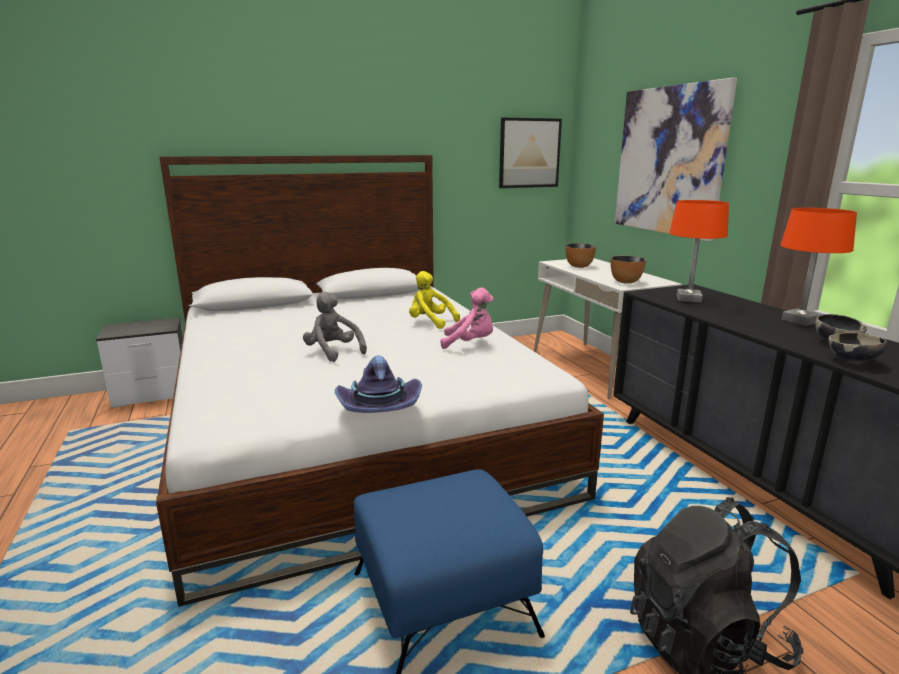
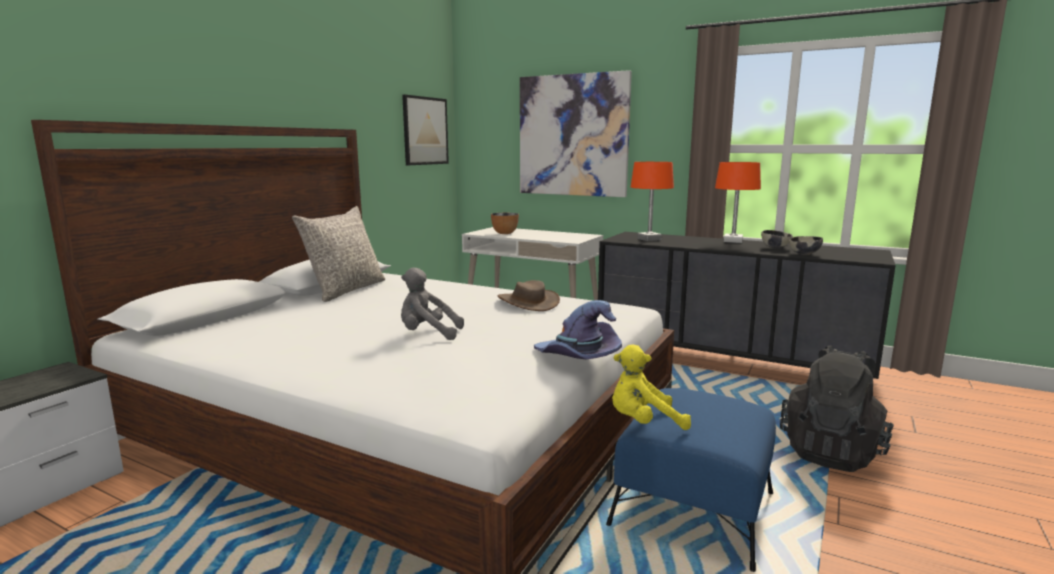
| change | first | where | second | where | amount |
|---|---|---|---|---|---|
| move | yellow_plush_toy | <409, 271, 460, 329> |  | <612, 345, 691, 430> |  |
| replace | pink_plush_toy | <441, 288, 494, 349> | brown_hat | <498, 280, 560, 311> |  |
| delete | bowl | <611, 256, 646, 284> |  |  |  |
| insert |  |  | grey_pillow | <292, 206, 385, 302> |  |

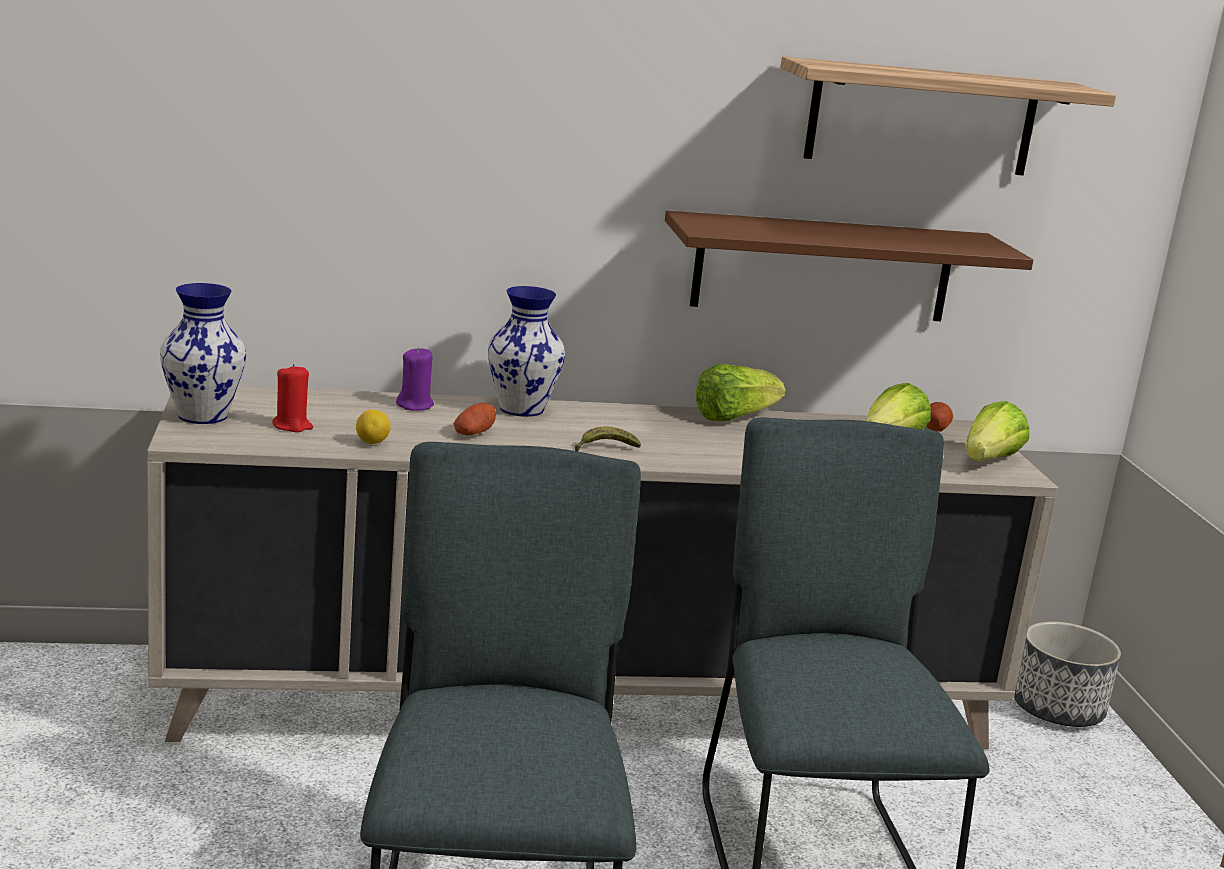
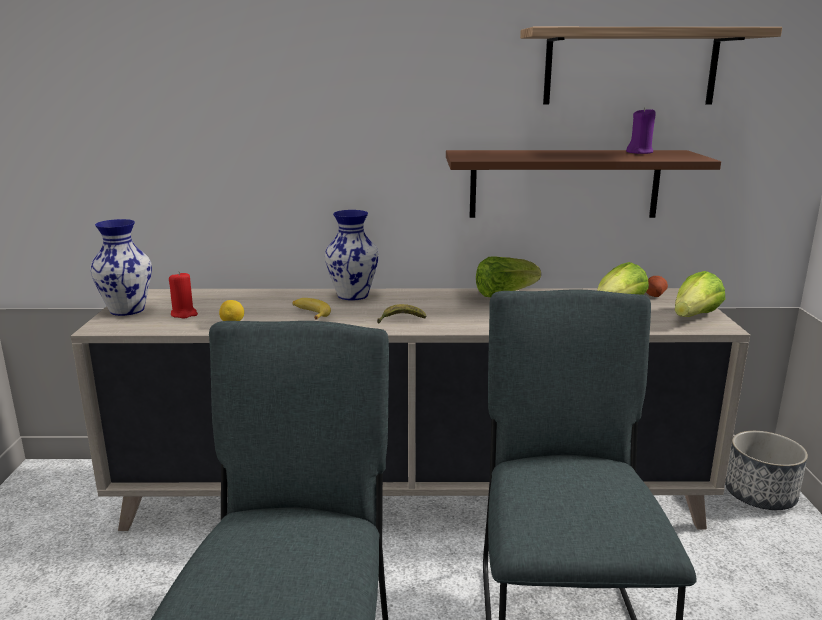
| change | first | where | second | where | amount |
|---|---|---|---|---|---|
| move | purple_candle | <396, 347, 434, 410> |  | <626, 108, 656, 154> |  |
| replace | potato | <454, 403, 496, 435> | banana | <292, 298, 331, 320> |  |

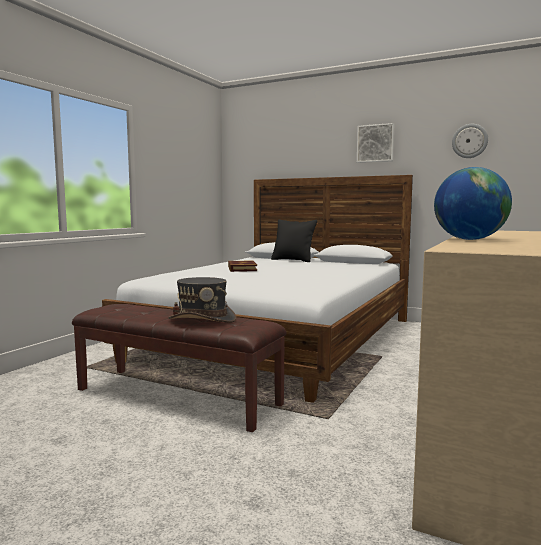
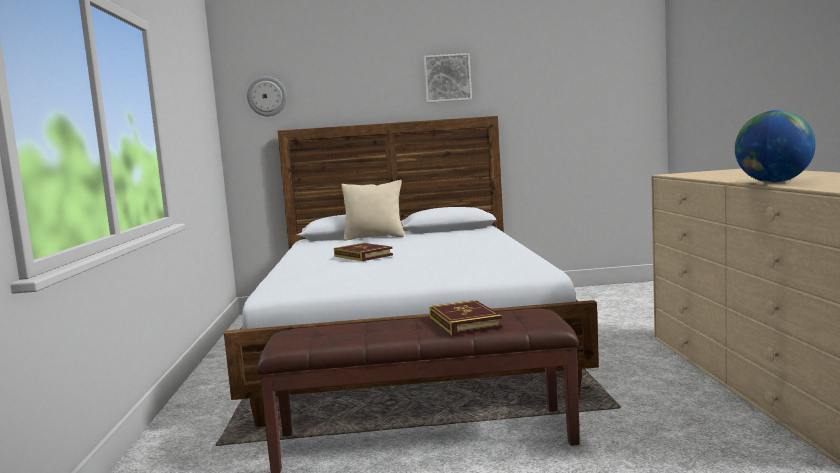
| change | first | where | second | where | amount |
|---|---|---|---|---|---|
| replace | grey_hat | <169, 277, 236, 323> | book | <429, 300, 503, 336> |  |
| recolor | black_pillow | <271, 219, 317, 262> | beige_pillow | <341, 180, 404, 241> |  |
| move | wall_clock | <452, 124, 488, 158> |  | <247, 76, 287, 116> |  |

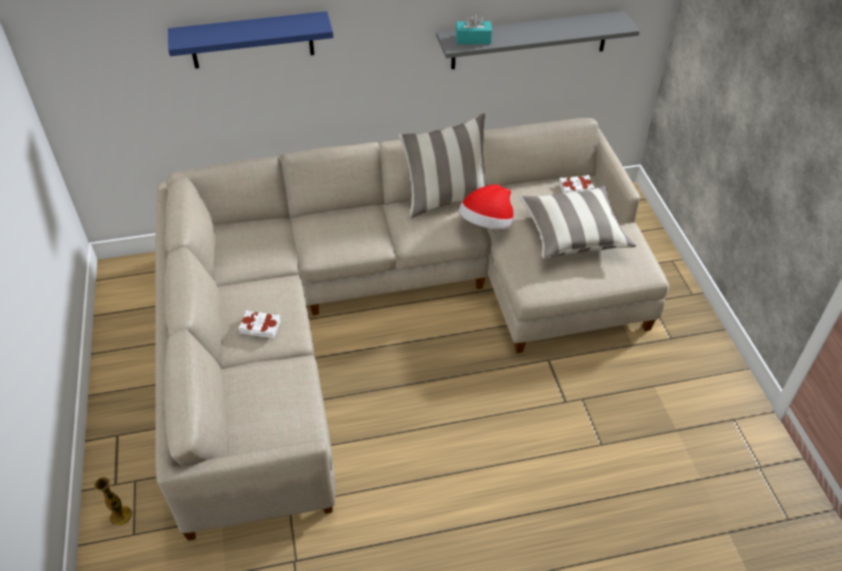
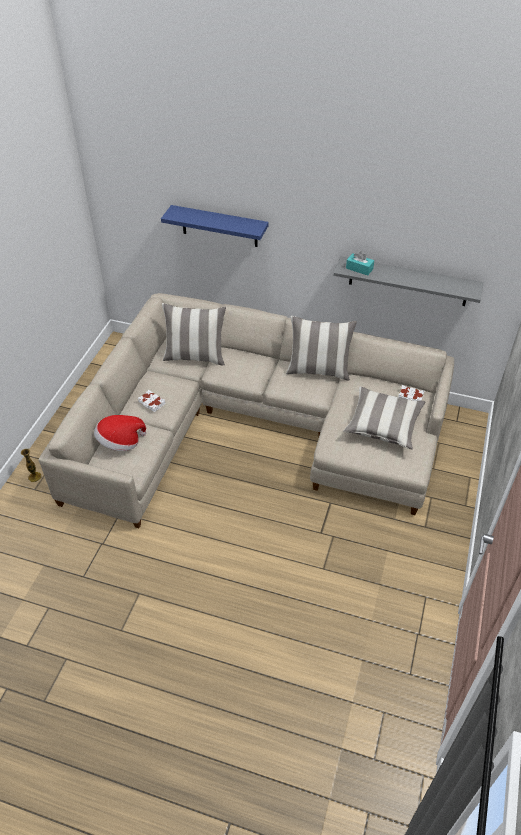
| change | first | where | second | where | amount |
|---|---|---|---|---|---|
| move | hat | <458, 184, 514, 229> |  | <94, 415, 146, 451> |  |
| insert |  |  | pillow | <162, 303, 226, 365> |  |

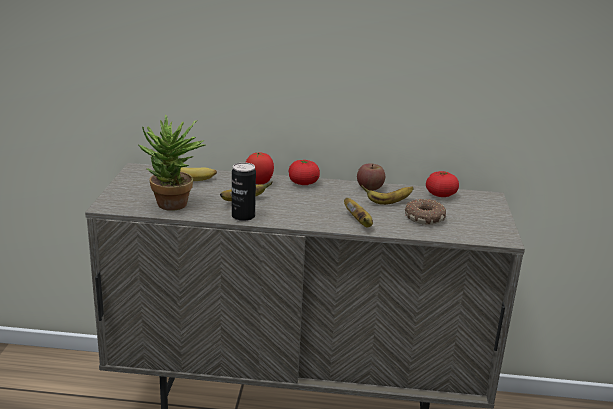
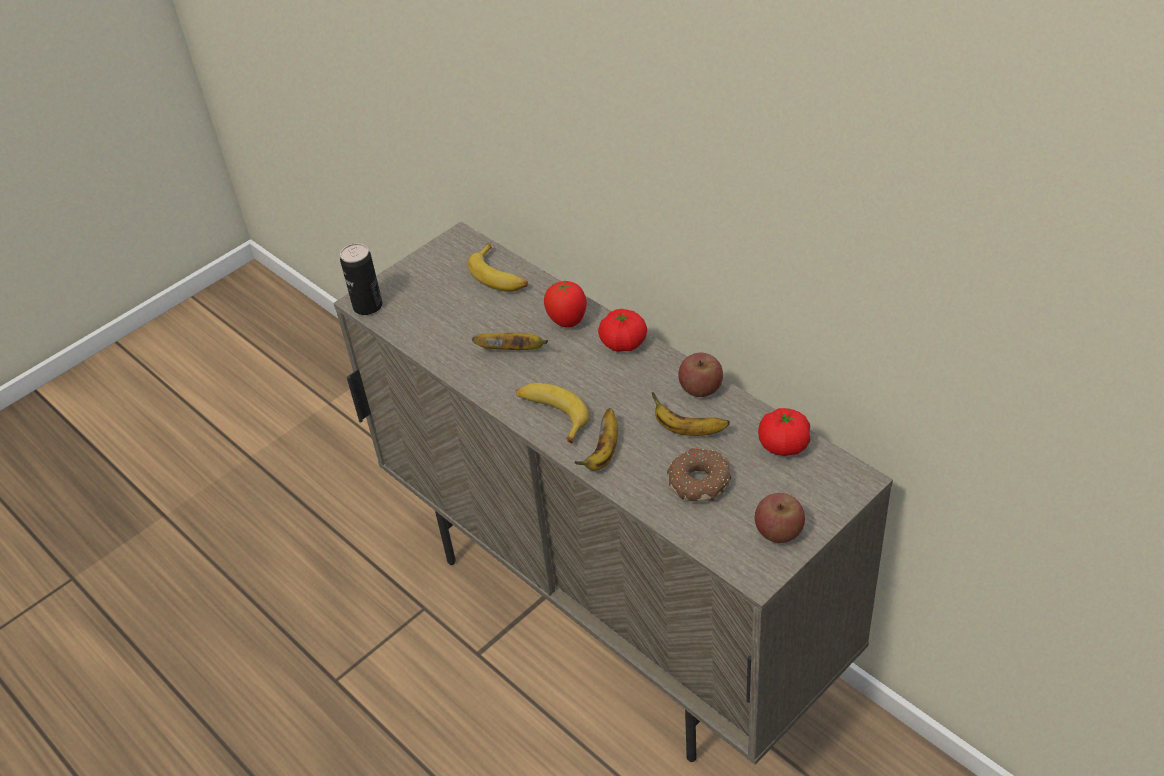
| change | first | where | second | where | amount |
|---|---|---|---|---|---|
| delete | potted_plant | <139, 115, 205, 211> |  |  |  |
| move | can | <232, 162, 256, 221> |  | <340, 243, 383, 315> |  |
| insert |  |  | banana | <516, 383, 589, 443> |  |
| insert |  |  | apple | <755, 493, 805, 543> |  |

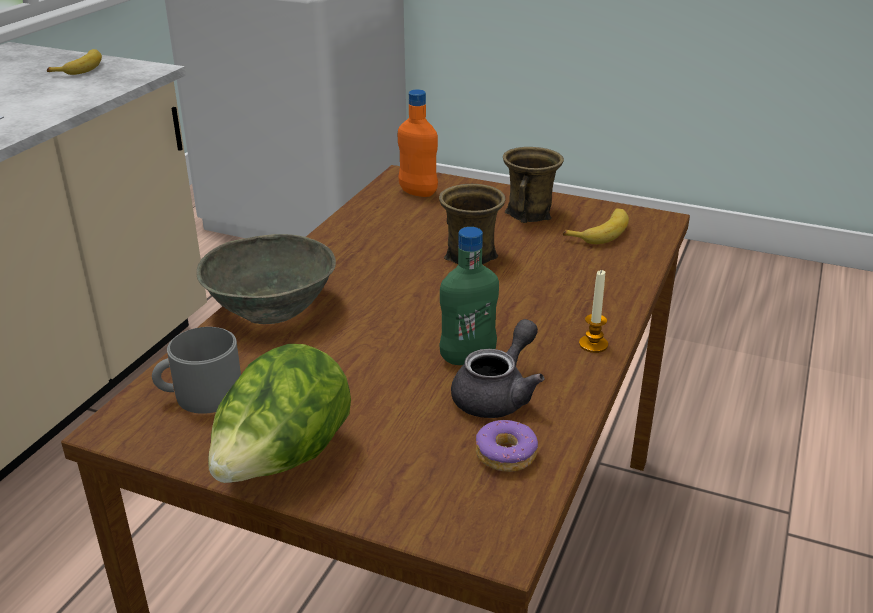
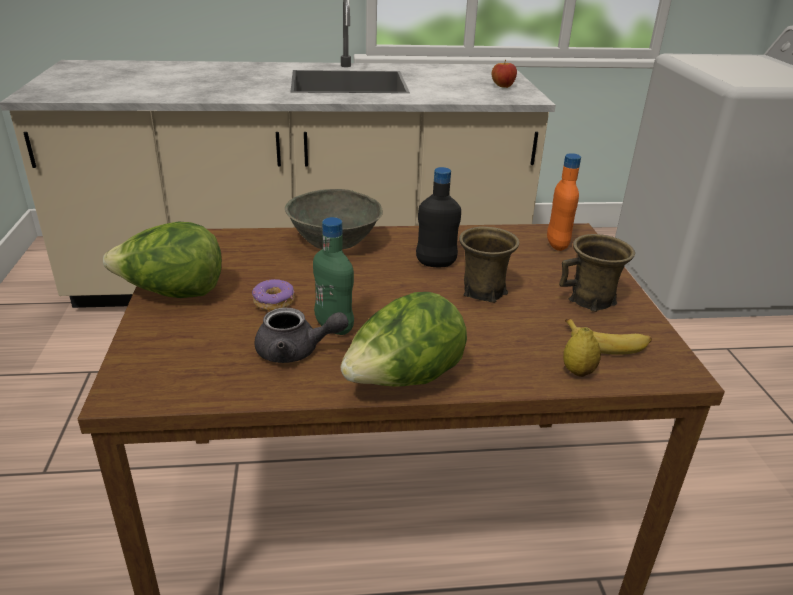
| change | first | where | second | where | amount |
|---|---|---|---|---|---|
| replace | banana | <47, 49, 102, 75> | apple | <492, 60, 517, 88> |  |
| delete | grey_mug | <152, 327, 241, 414> |  |  |  |
| move | donut | <476, 420, 538, 472> |  | <252, 279, 295, 311> |  |
| replace | candle | <579, 269, 608, 353> | lettuce | <340, 292, 467, 387> |  |
| insert |  |  | black_bottle | <416, 167, 461, 267> |  |
| insert |  |  | lemon | <563, 327, 601, 377> |  |

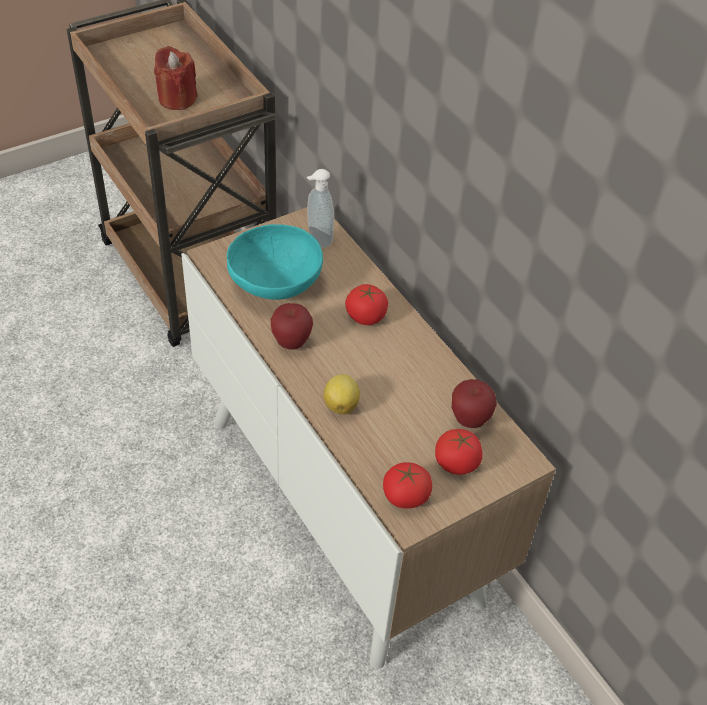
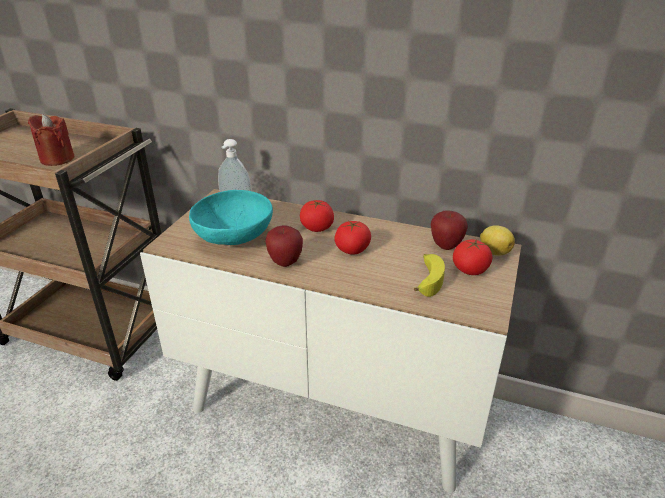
| change | first | where | second | where | amount |
|---|---|---|---|---|---|
| move | lemon | <324, 374, 360, 414> |  | <480, 225, 515, 256> |  |
| move | tomato | <383, 462, 432, 509> |  | <334, 221, 371, 254> |  |
| insert |  |  | banana | <414, 254, 445, 297> |  |

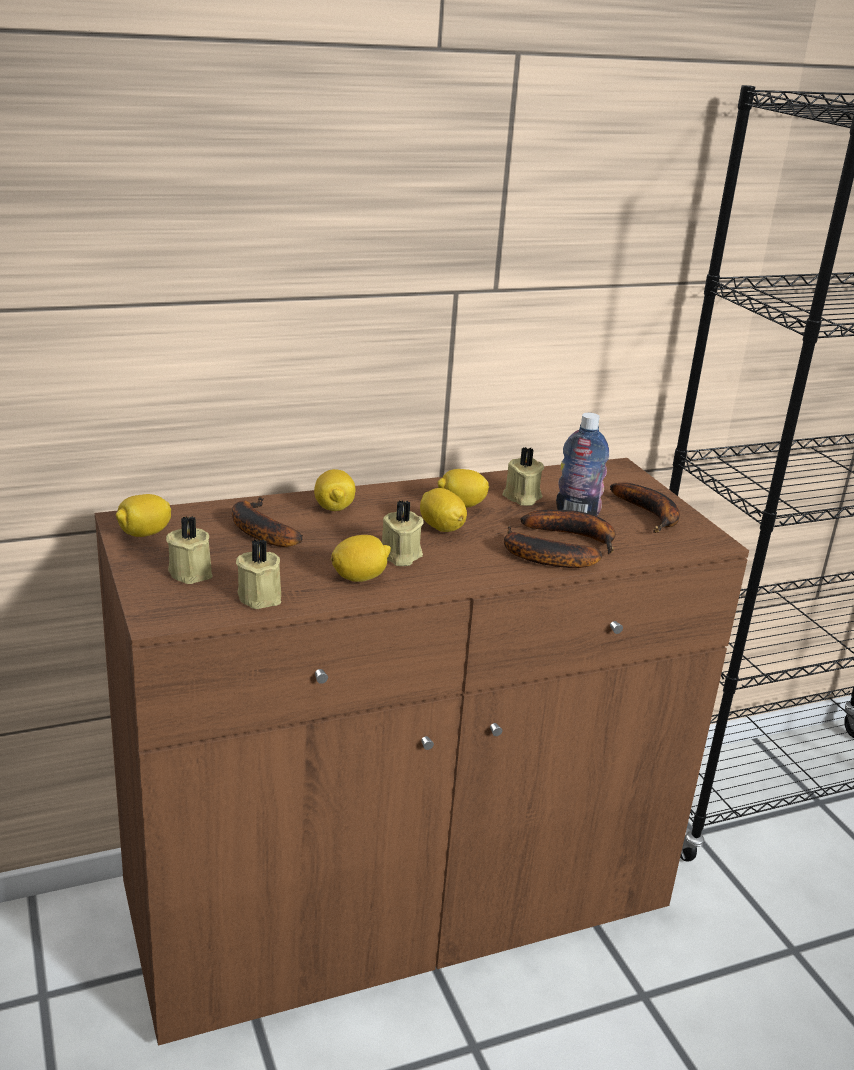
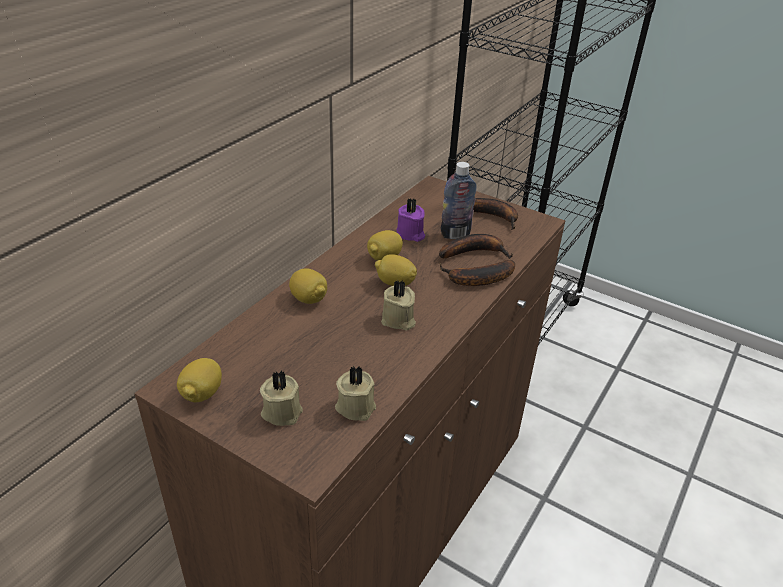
| change | first | where | second | where | amount |
|---|---|---|---|---|---|
| delete | banana | <232, 497, 303, 547> |  |  |  |
| delete | lemon | <331, 535, 391, 582> |  |  |  |
| recolor | beige_candle | <502, 447, 544, 506> | purple_candle | <397, 199, 425, 242> |  |

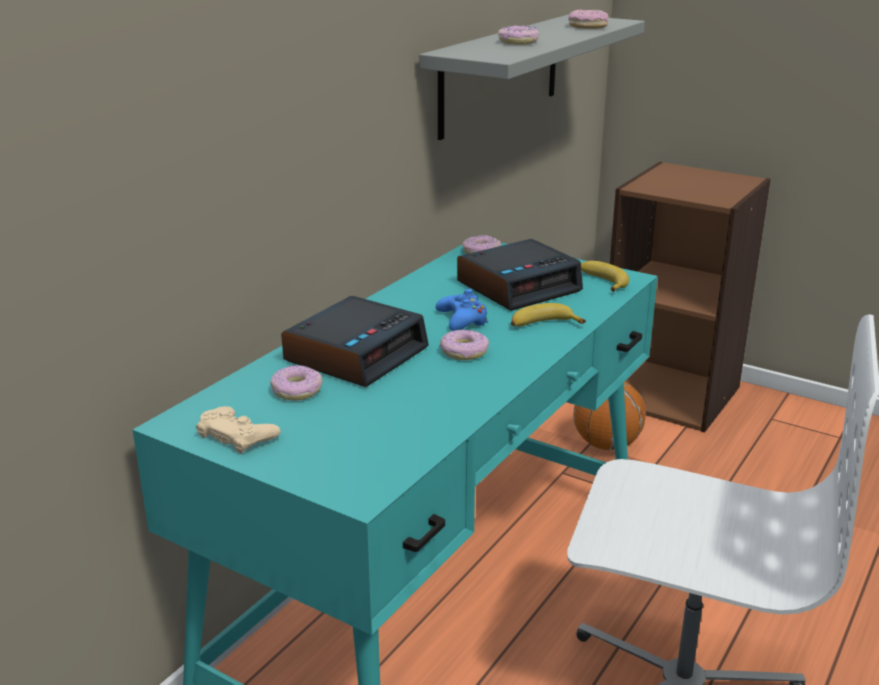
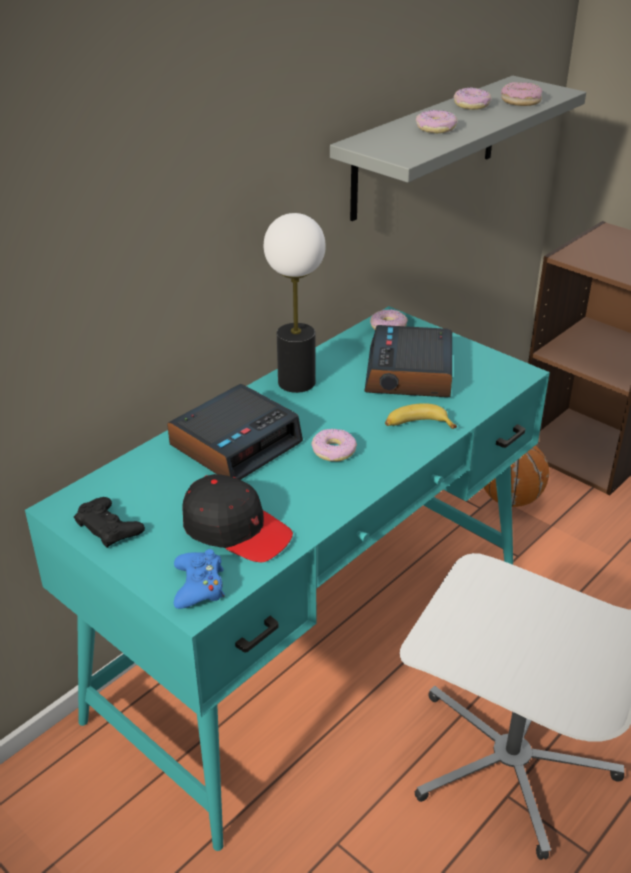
| change | first | where | second | where | amount |
|---|---|---|---|---|---|
| recolor | beige_game_controller | <196, 406, 281, 454> | black_game_controller | <74, 497, 145, 548> |  |
| move | donut | <270, 365, 322, 401> |  | <453, 87, 492, 110> |  |
| move | blue_game_controller | <436, 289, 488, 331> |  | <174, 549, 225, 609> |  |
| rotate | alarm_clock | <457, 239, 583, 311> |  | <364, 325, 452, 397> | 120 degrees clockwise |
| delete | banana | <581, 261, 629, 292> |  |  |  |
| insert |  |  | black_cap | <183, 474, 293, 562> |  |
| insert |  |  | table_lamp | <264, 213, 326, 393> |  |

